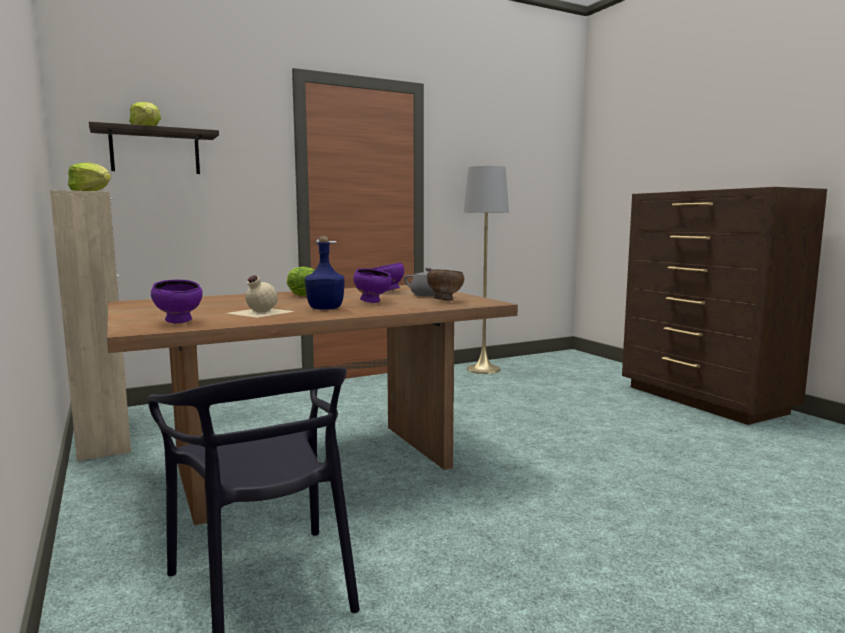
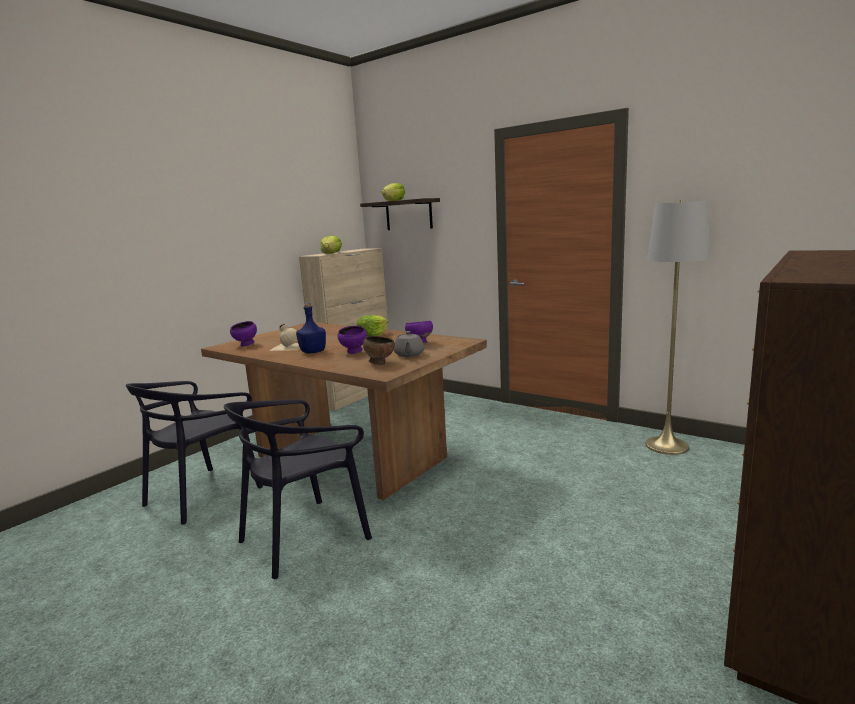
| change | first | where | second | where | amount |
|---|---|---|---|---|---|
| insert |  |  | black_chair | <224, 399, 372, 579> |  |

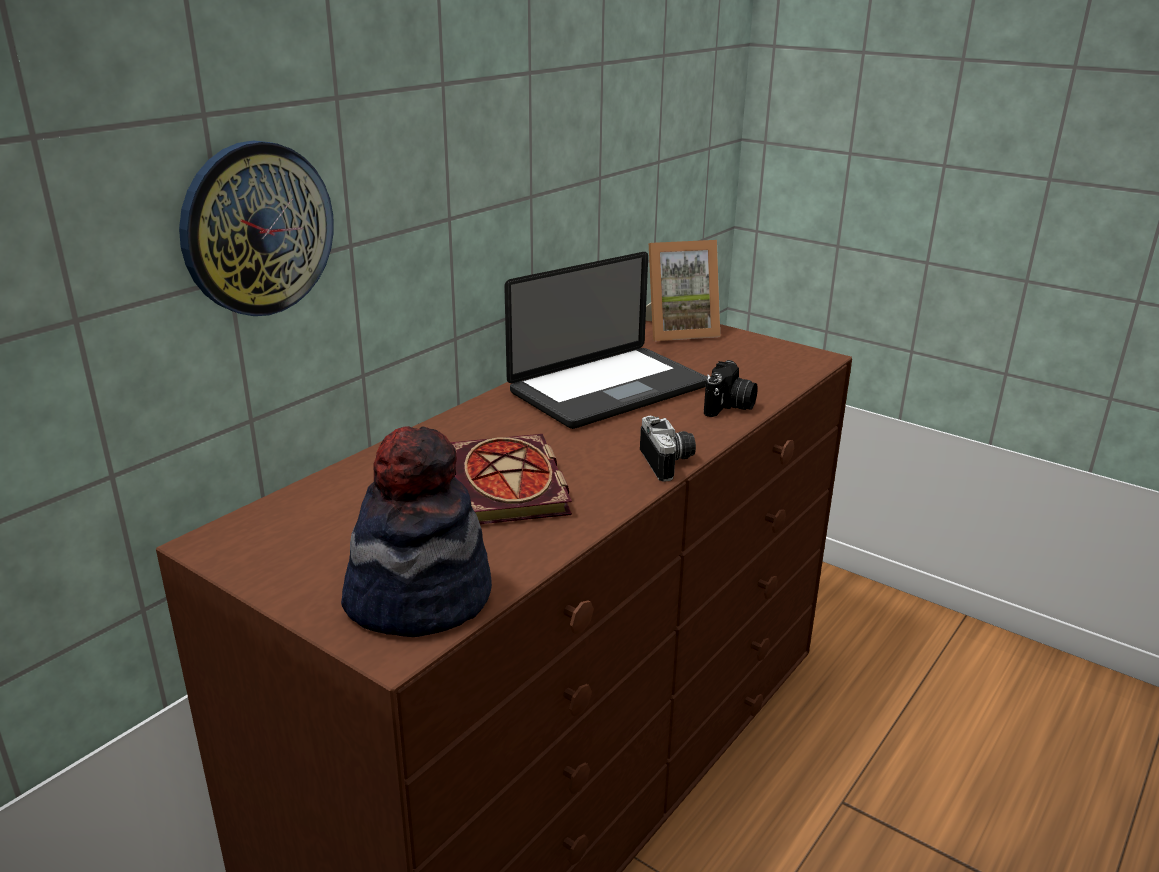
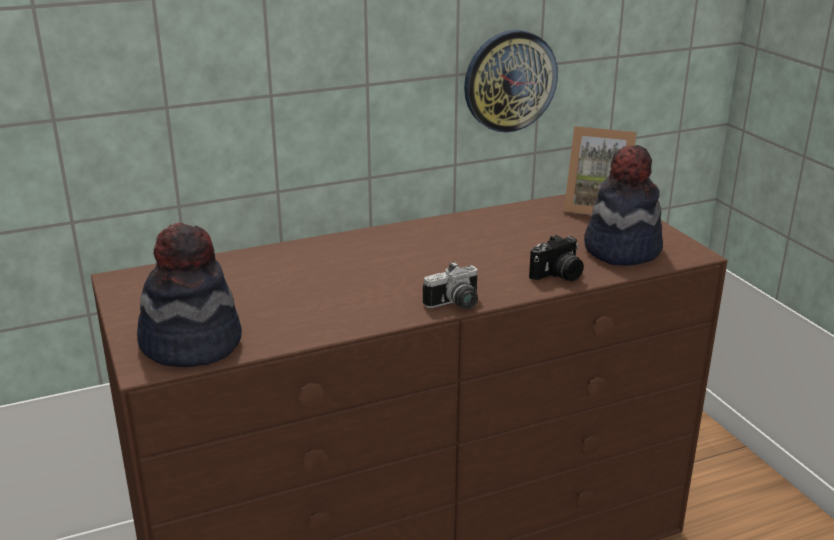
| change | first | where | second | where | amount |
|---|---|---|---|---|---|
| move | wall_clock | <179, 140, 334, 316> |  | <464, 30, 558, 133> |  |
| delete | book | <451, 434, 572, 524> |  |  |  |
| delete | laptop | <504, 252, 708, 429> |  |  |  |
| rotate | photo_camera | <640, 416, 696, 482> |  | <423, 261, 478, 309> | 45 degrees clockwise |
| insert |  |  | hat | <584, 145, 663, 266> |  |

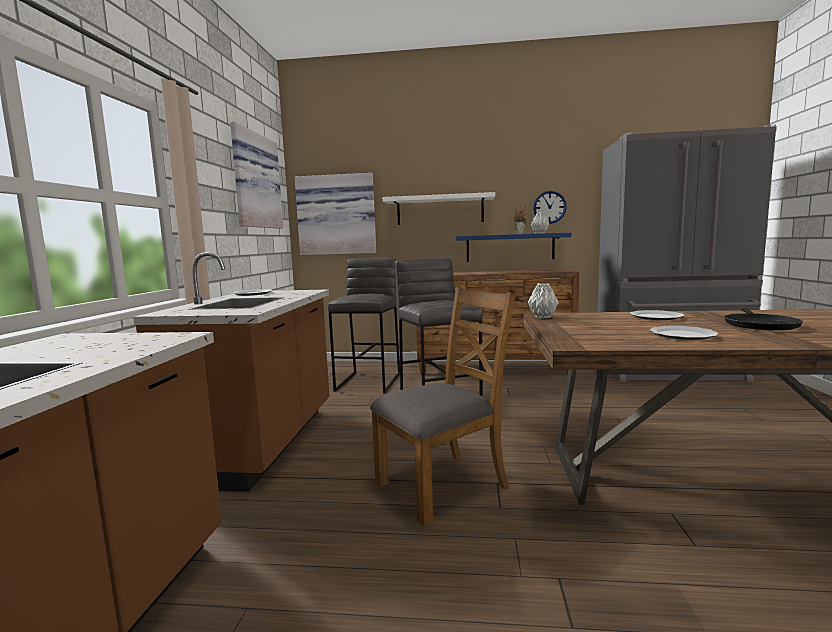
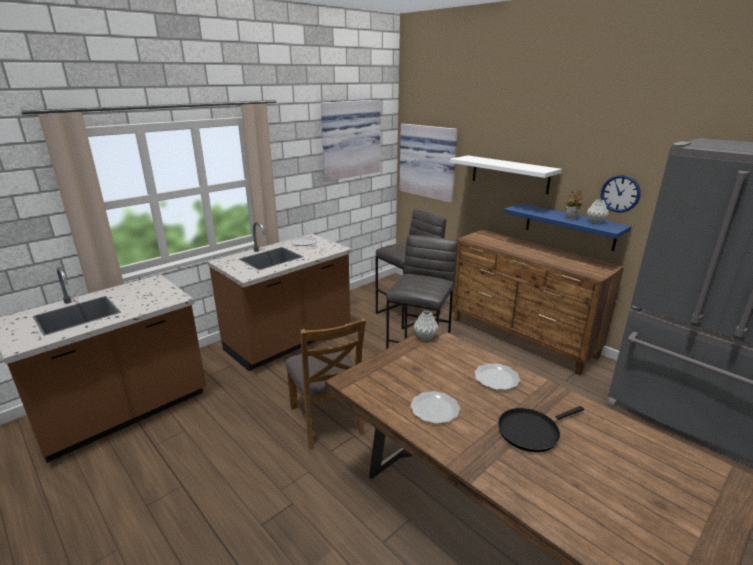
| change | first | where | second | where | amount |
|---|---|---|---|---|---|
| rotate | brown_chair | <370, 287, 516, 526> |  | <285, 317, 366, 450> | 60 degrees clockwise |

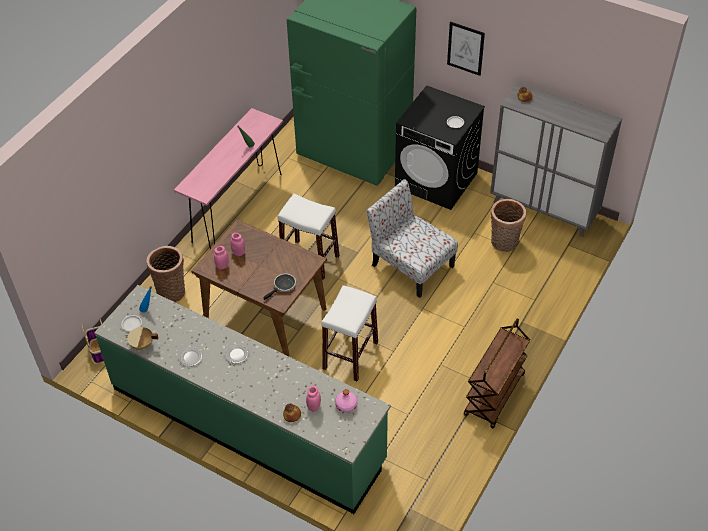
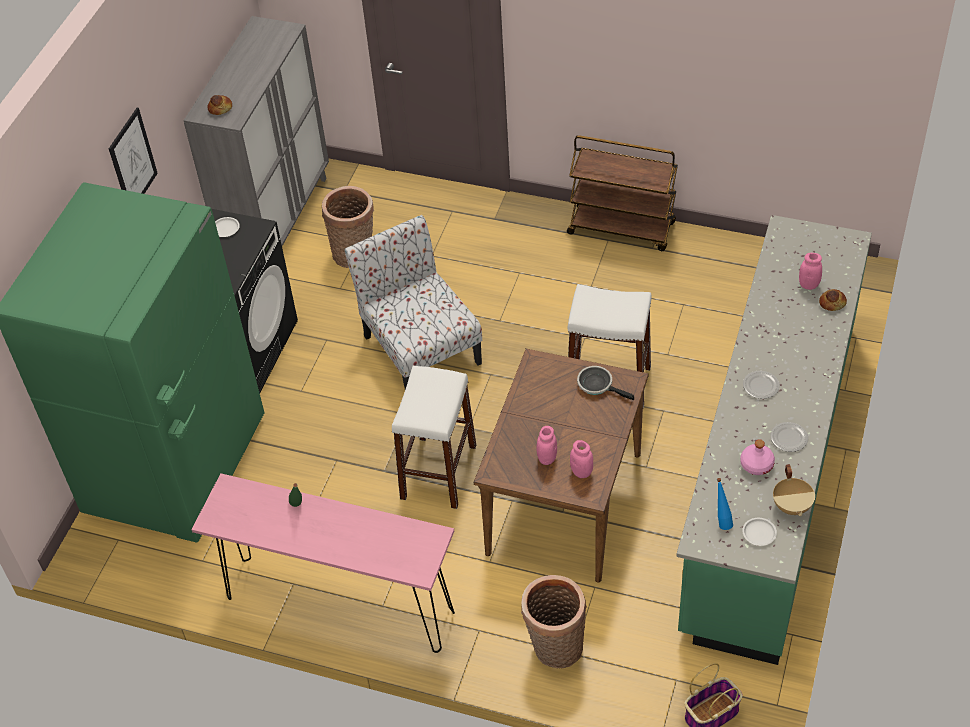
| change | first | where | second | where | amount |
|---|---|---|---|---|---|
| move | pink_bottle | <335, 389, 358, 412> |  | <740, 439, 775, 475> |  |
| rotate | chair | <366, 179, 458, 298> |  | <344, 215, 482, 389> | 120 degrees clockwise |

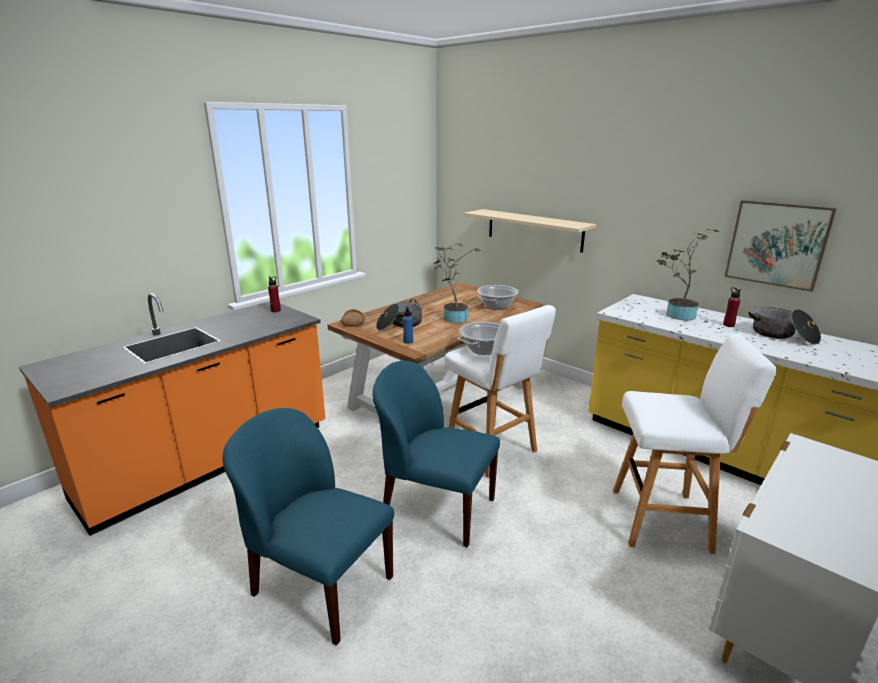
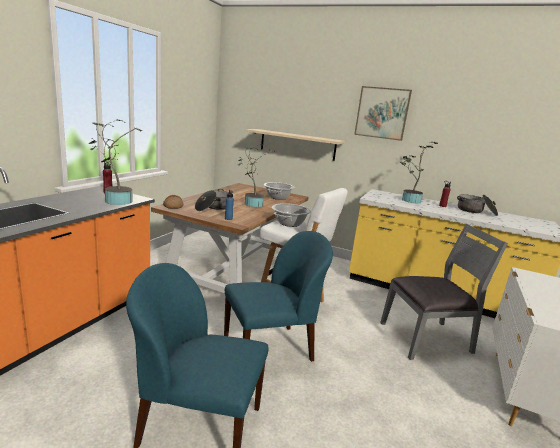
| change | first | where | second | where | amount |
|---|---|---|---|---|---|
| rotate | blue_chair | <372, 361, 500, 548> |  | <224, 231, 333, 362> | 150 degrees clockwise |
| replace | white_stool | <613, 334, 777, 554> | grey_chair | <380, 224, 508, 360> |  |
| move | picture | <724, 200, 837, 292> |  | <354, 86, 412, 141> |  |
| insert |  |  | potted_plant | <89, 119, 143, 205> |  |

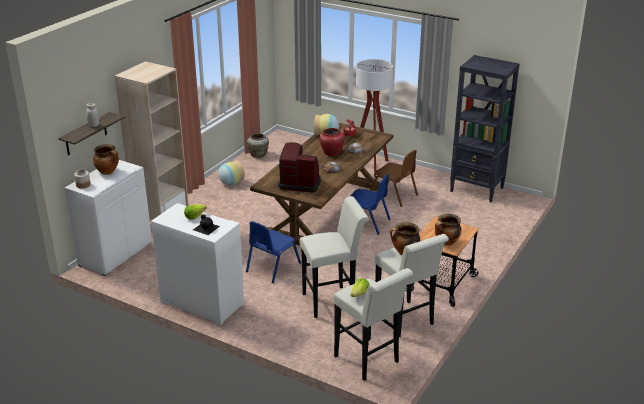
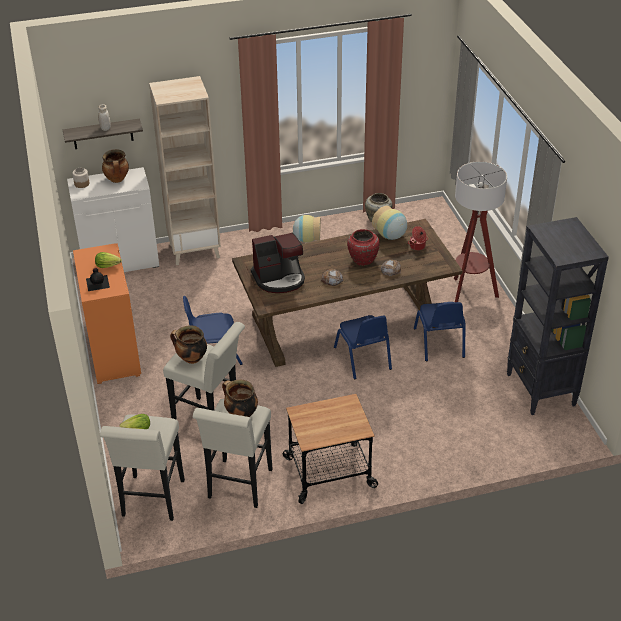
| change | first | where | second | where | amount |
|---|---|---|---|---|---|
| recolor | white_cabinet | <151, 203, 244, 326> | orange_cabinet | <73, 243, 141, 384> |  |
| rotate | coffee_machine | <278, 142, 321, 193> |  | <251, 233, 305, 293> | 105 degrees clockwise |
| recolor | brown_chair | <371, 150, 418, 207> | blue_chair | <414, 302, 465, 361> |  |
| move | cooking_pot | <435, 214, 461, 246> |  | <170, 325, 207, 364> |  |

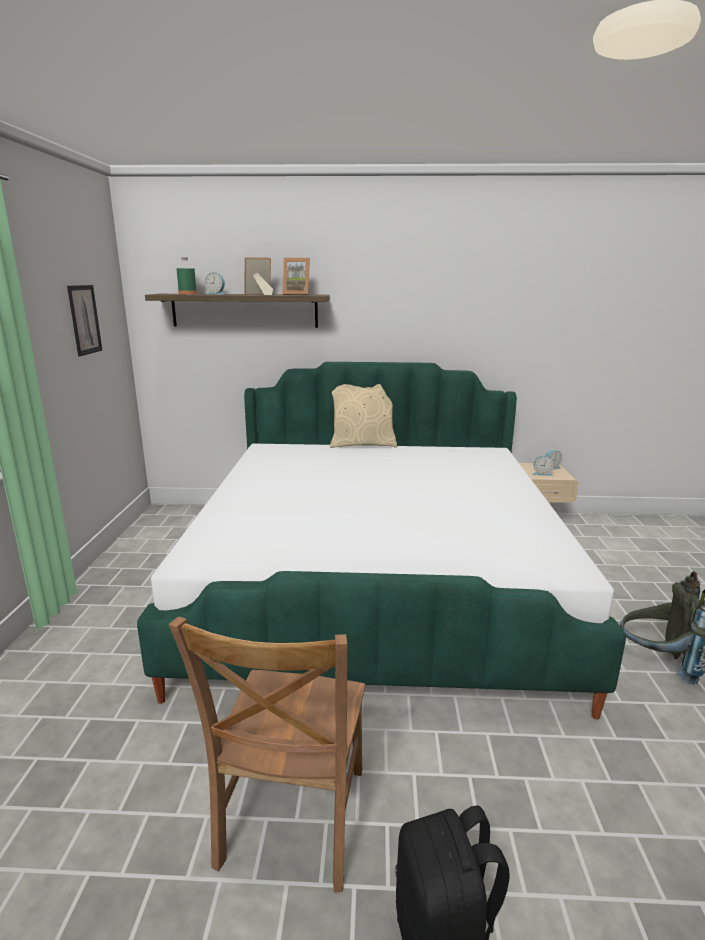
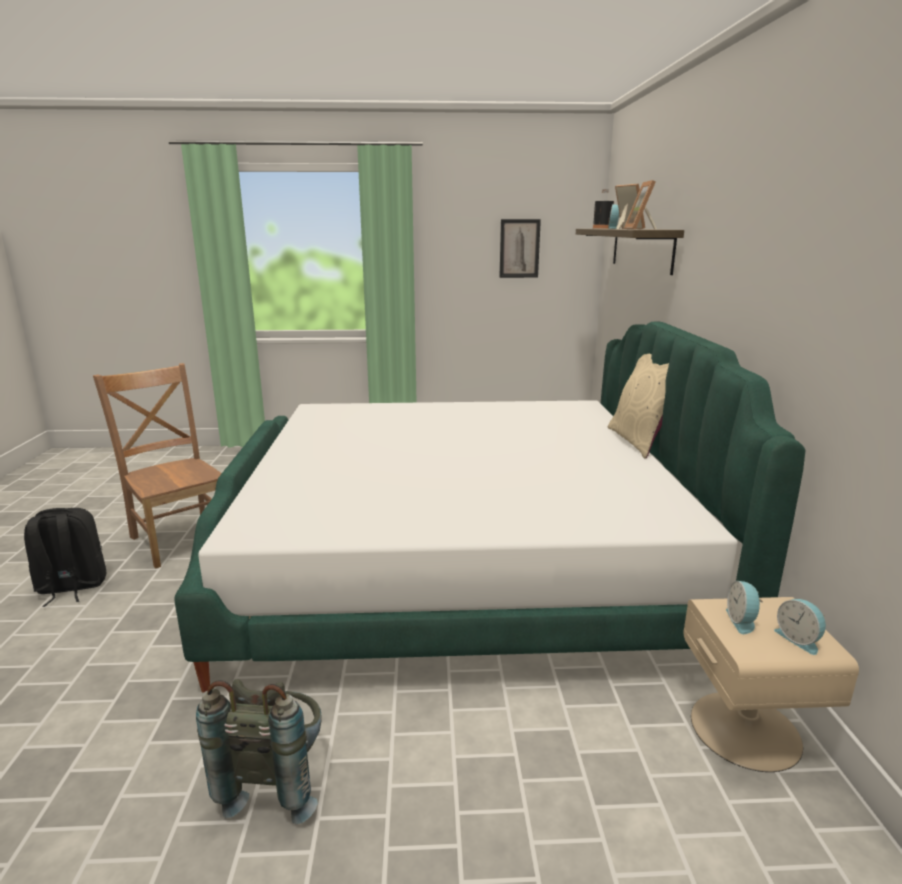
| change | first | where | second | where | amount |
|---|---|---|---|---|---|
| rotate | brown_chair | <169, 616, 365, 893> |  | <93, 363, 222, 569> | 45 degrees clockwise |
| recolor | green_bottle | <176, 257, 197, 294> | black_bottle | <593, 189, 614, 229> |  |

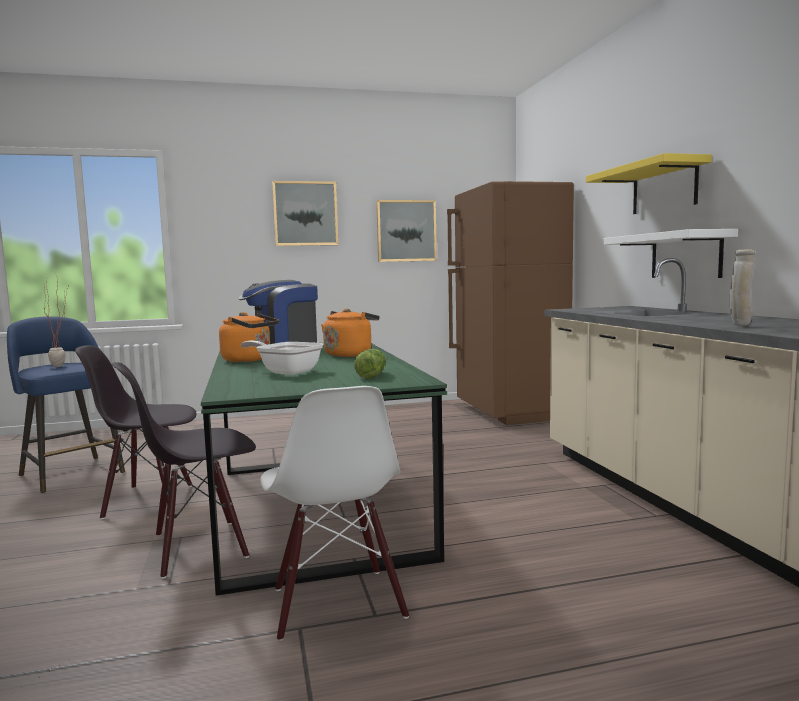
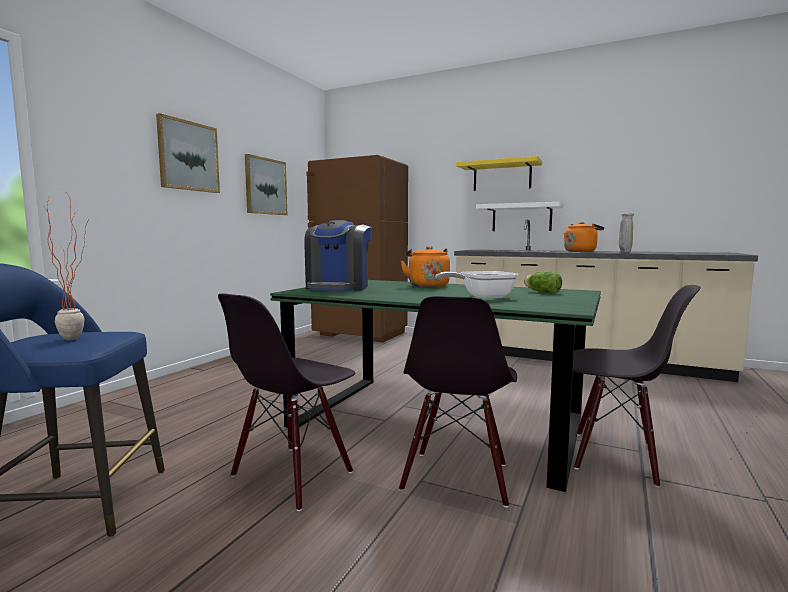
| change | first | where | second | where | amount |
|---|---|---|---|---|---|
| move | orange_kettle | <219, 312, 279, 362> |  | <564, 222, 604, 252> |  |
| recolor | white_chair | <260, 386, 409, 641> | black_chair | <573, 285, 701, 487> |  |

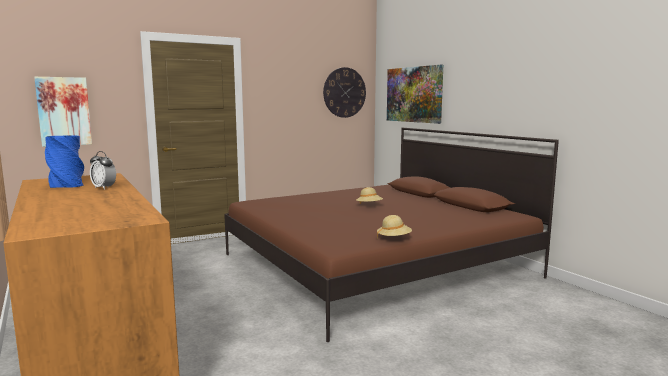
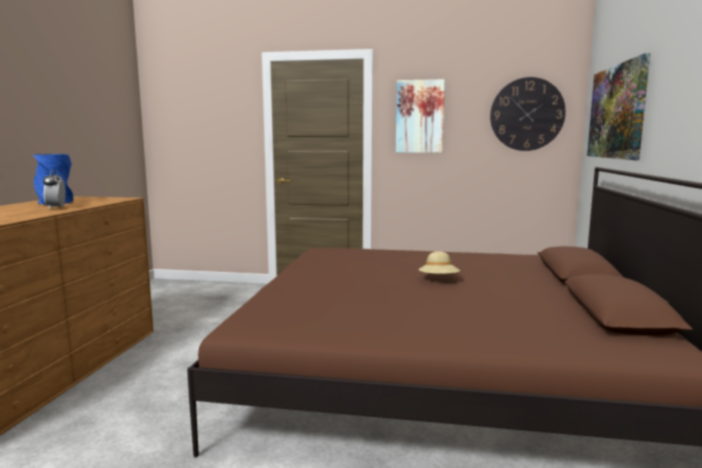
| change | first | where | second | where | amount |
|---|---|---|---|---|---|
| move | picture | <34, 77, 92, 147> |  | <396, 79, 445, 153> |  |
| delete | beige_hat | <377, 215, 412, 239> |  |  |  |

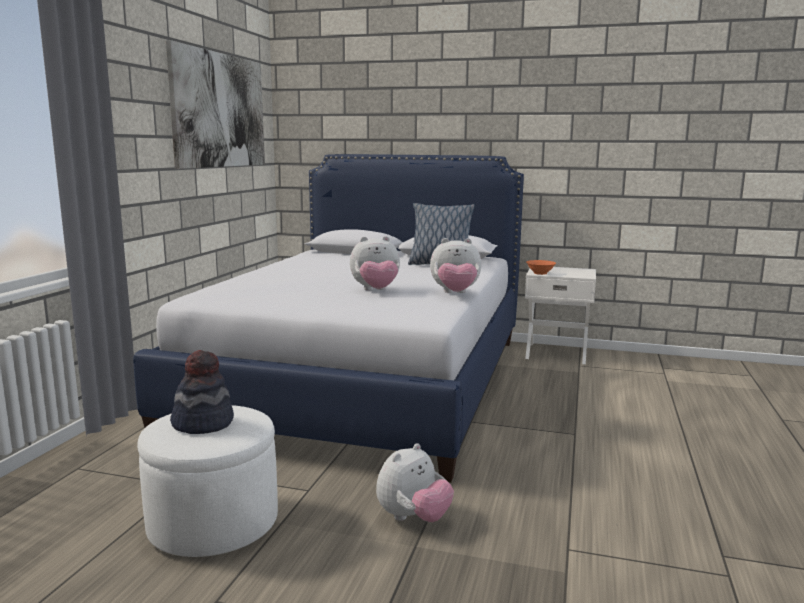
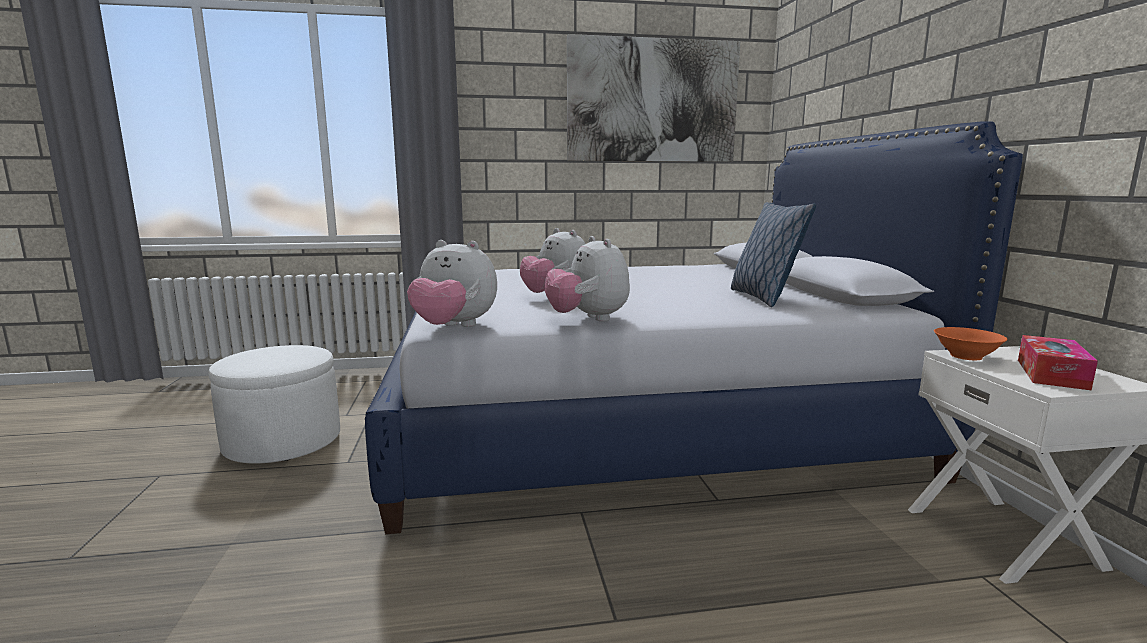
| change | first | where | second | where | amount |
|---|---|---|---|---|---|
| delete | hat | <170, 350, 234, 434> |  |  |  |
| move | plush_toy | <376, 443, 454, 522> |  | <407, 240, 497, 327> |  |
| insert |  |  | tissue_box | <1018, 335, 1098, 391> |  |

